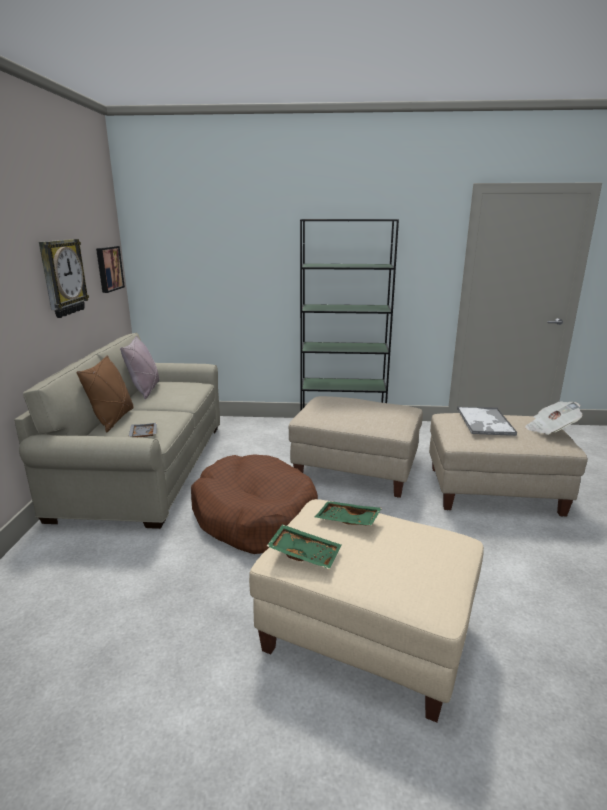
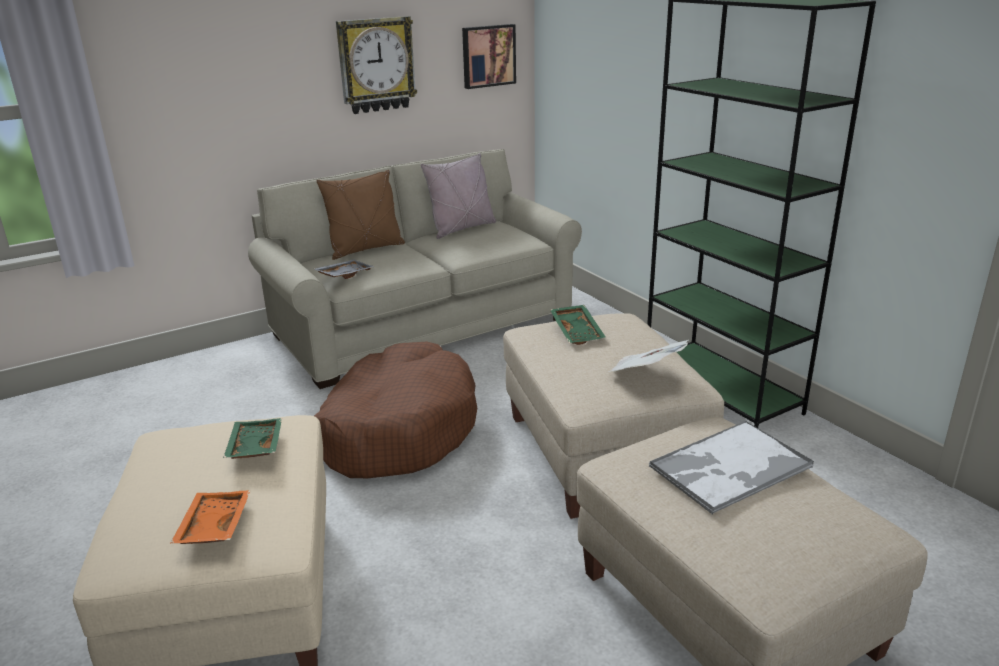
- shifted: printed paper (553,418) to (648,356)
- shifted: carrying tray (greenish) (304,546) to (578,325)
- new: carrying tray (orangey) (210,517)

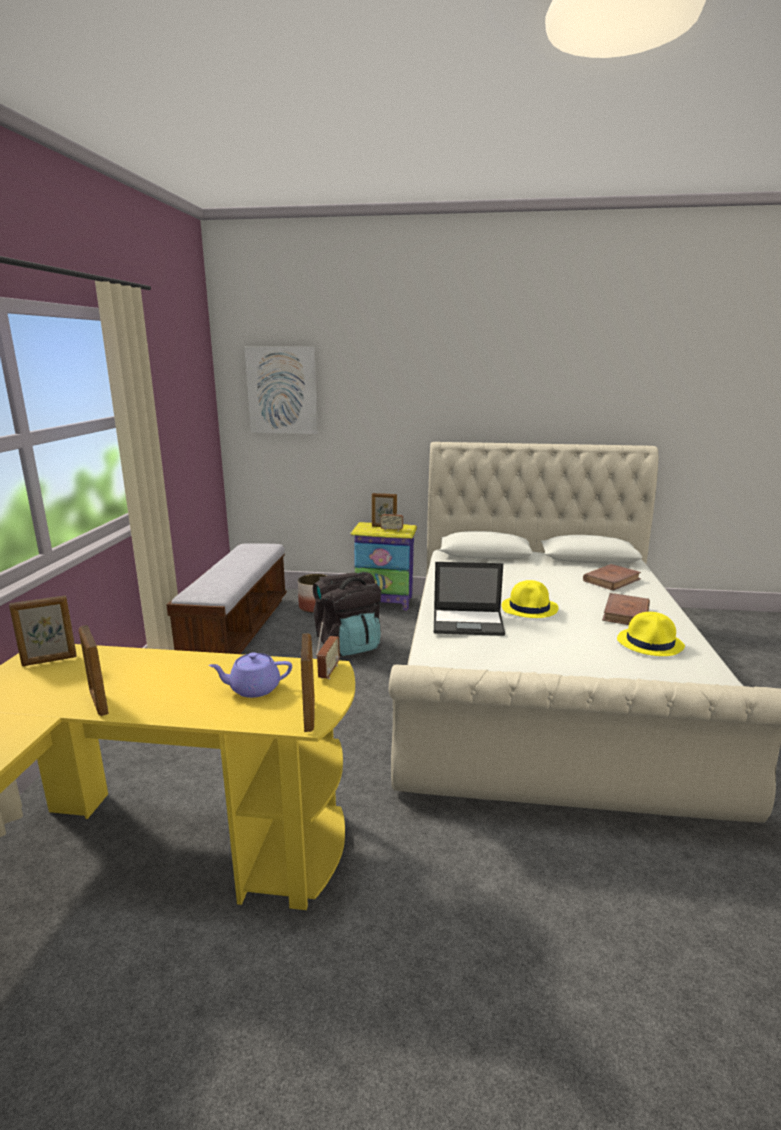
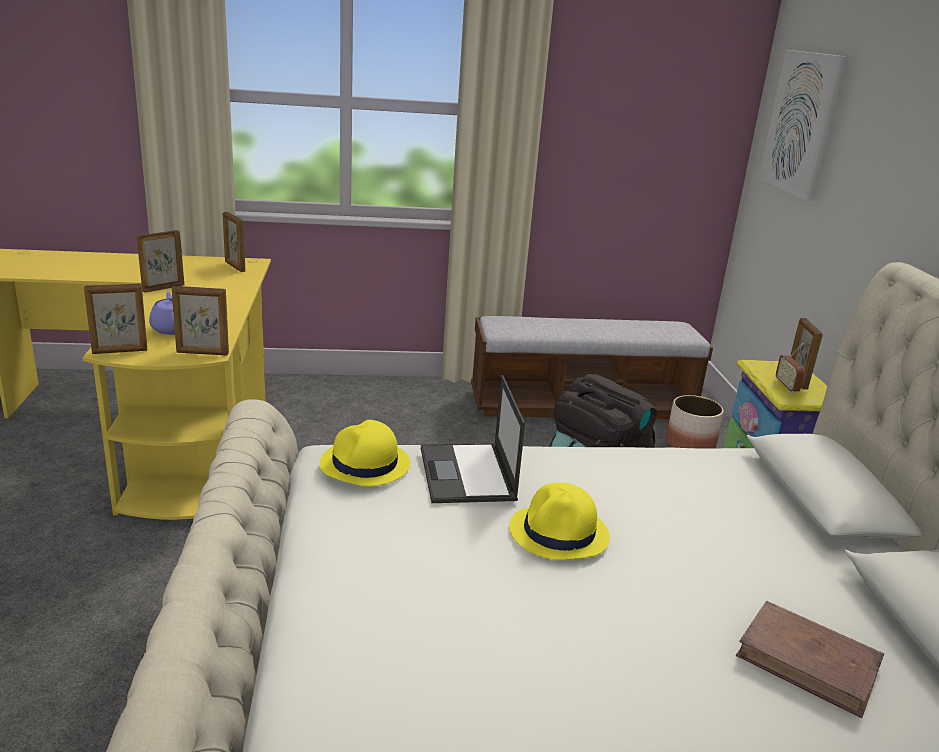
- gone: book (brownish) (626,609)
- shifted: wearable hat (yellow) (651,634) to (364,453)
- swapped: radio receiver (328,650) to picture frame (200,320)

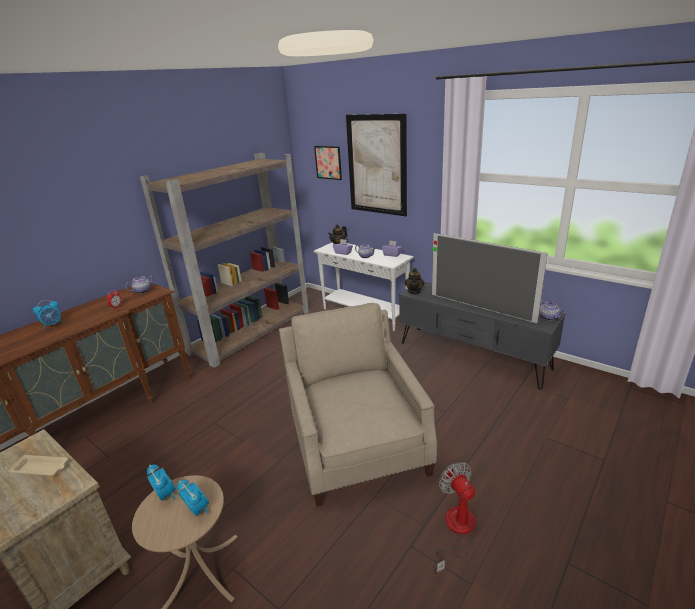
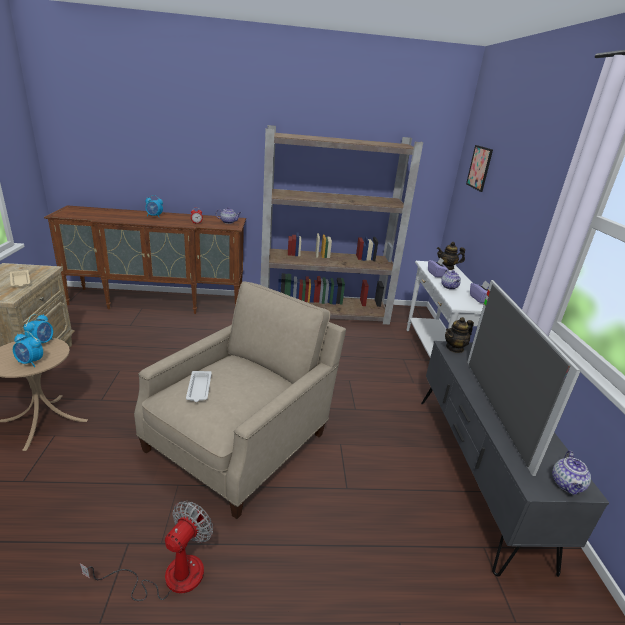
- gone: picture (376,165)
- rotated: bedside clock (193,498) = (28,349) 105 degrees clockwise
- new: carrying tray (white-coloured) (199,386)

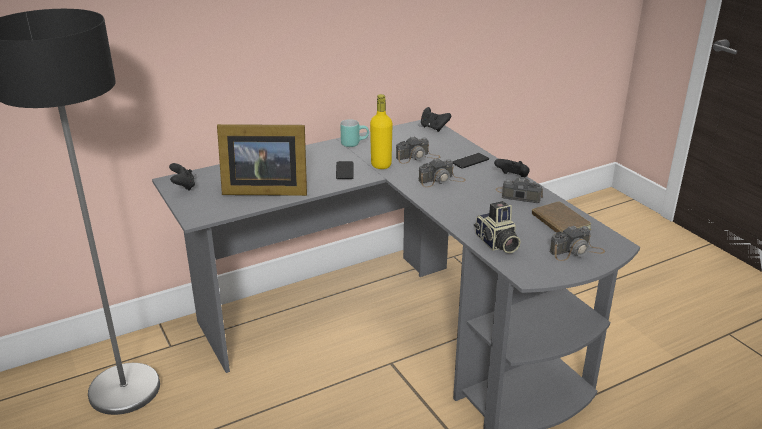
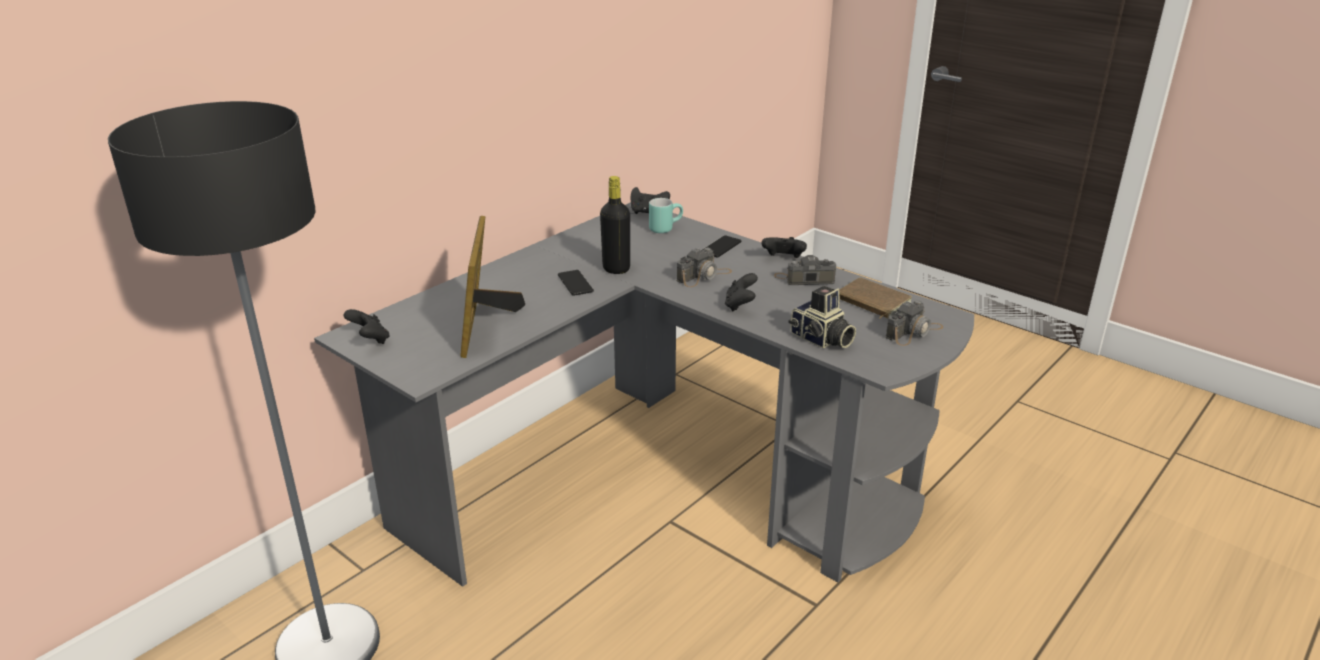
- repainted: drink bottle (yellow) (381,131) to drink bottle (black) (615,225)
- shifted: mug (turquoise-coloured) (354,133) to (666,215)
- rotated: picture frame (262,160) = (492,287) 105 degrees clockwise
- gone: still camera (418,150)
- new: game controller (black) (741,292)

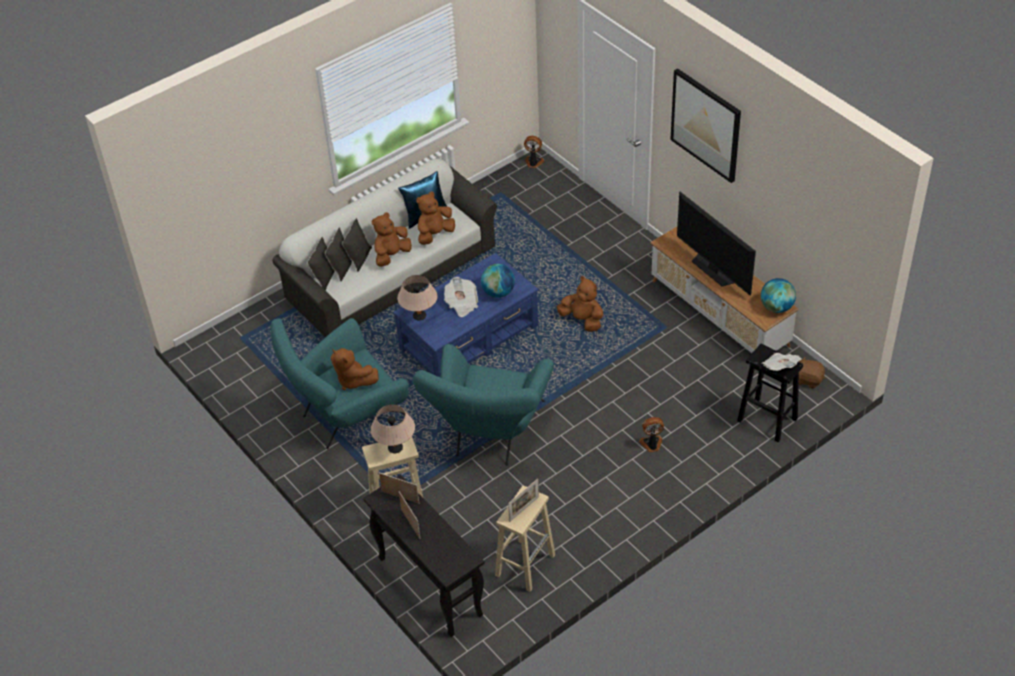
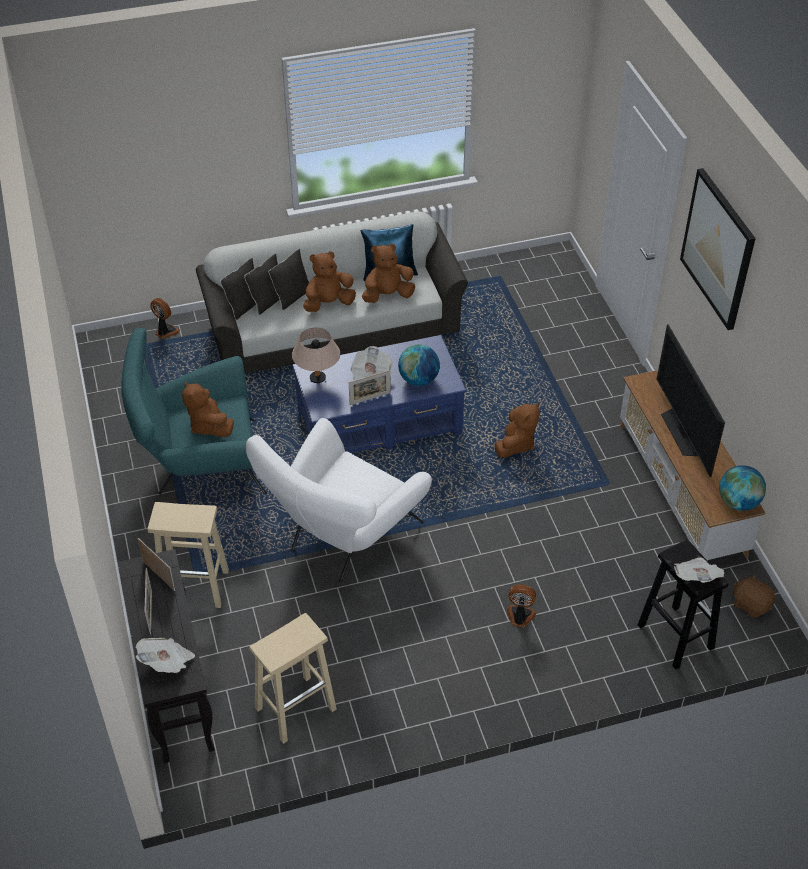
- shifted: cooling fan (534,152) to (165,318)
- rotated: cuddly toy (brownish) (580,304) = (517,429) 60 degrees clockwise
- repainted: lounge chair (turquoise-coloured) (483,405) to lounge chair (white-coloured) (339,500)
- gone: tabletop lamp (beige-coloured) (392,428)
- shifted: picture frame (523,500) to (370,387)
- new: printed paper (165,655)

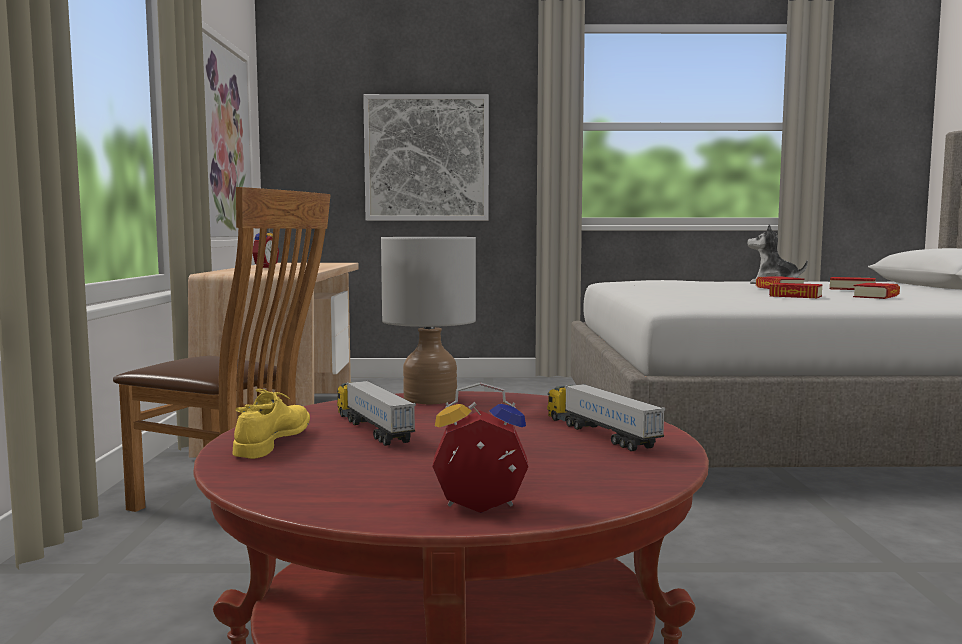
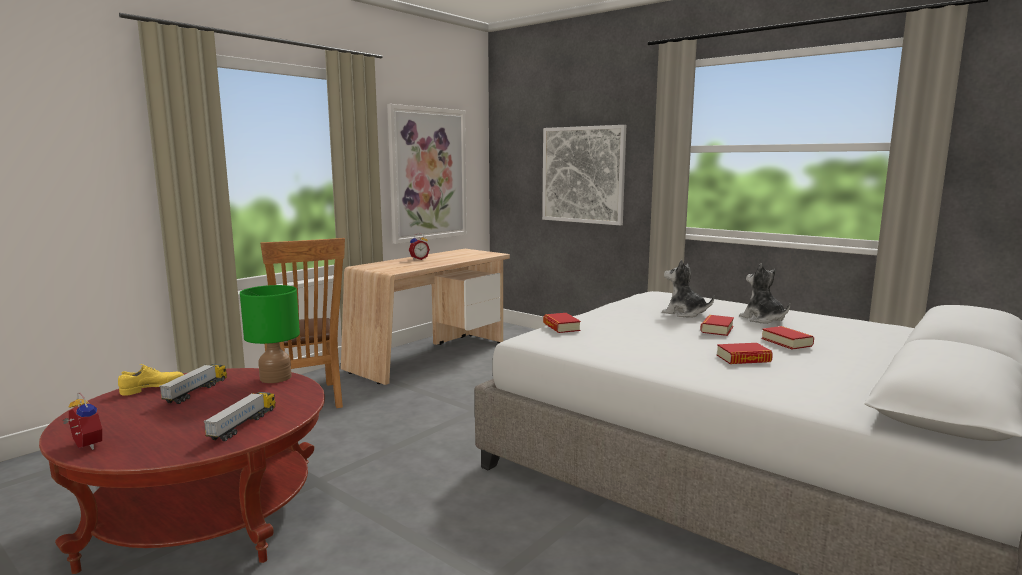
- repainted: tabletop lamp (gray) (428,320) to tabletop lamp (greenish) (270,334)
- shifted: book (796,290) to (562,323)
- new: cuddly toy (688,288)

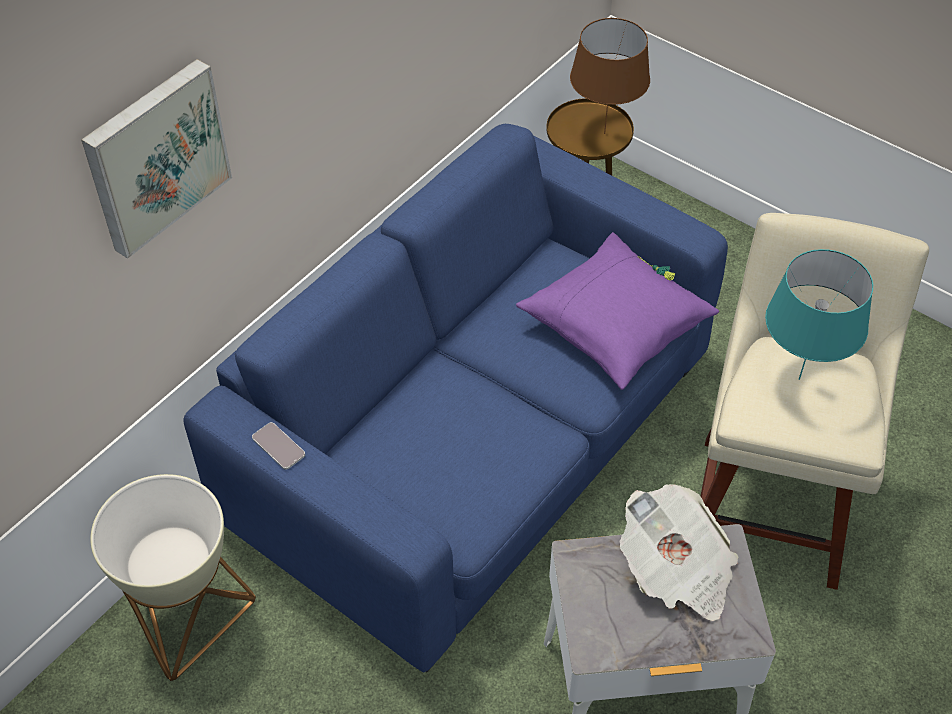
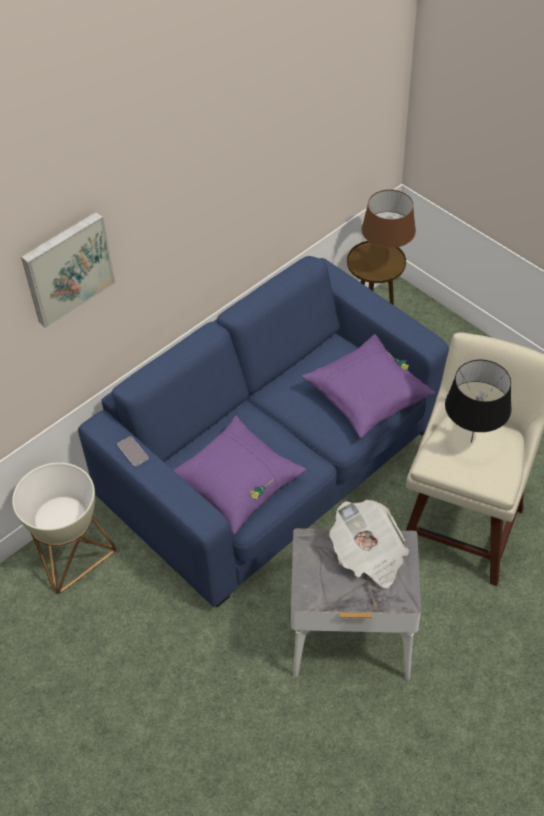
- repainted: tabletop lamp (turquoise-coloured) (819,314) to tabletop lamp (black) (478,401)
- new: cushion (purple-coloured) (240,475)

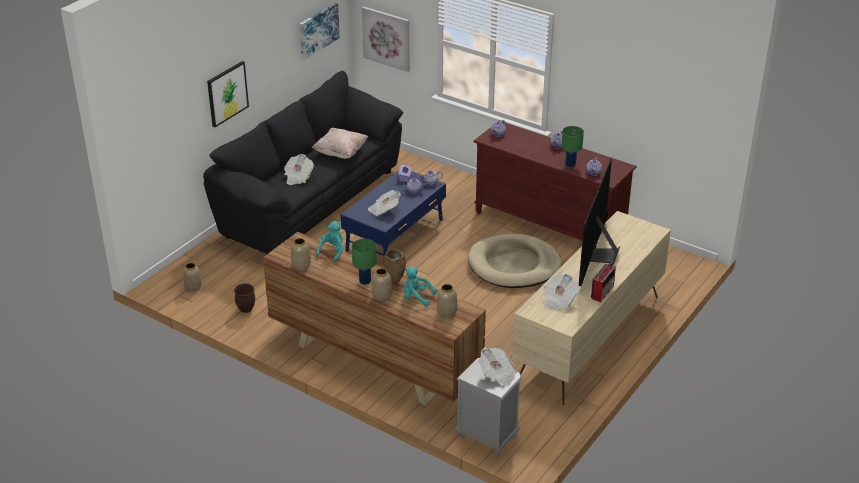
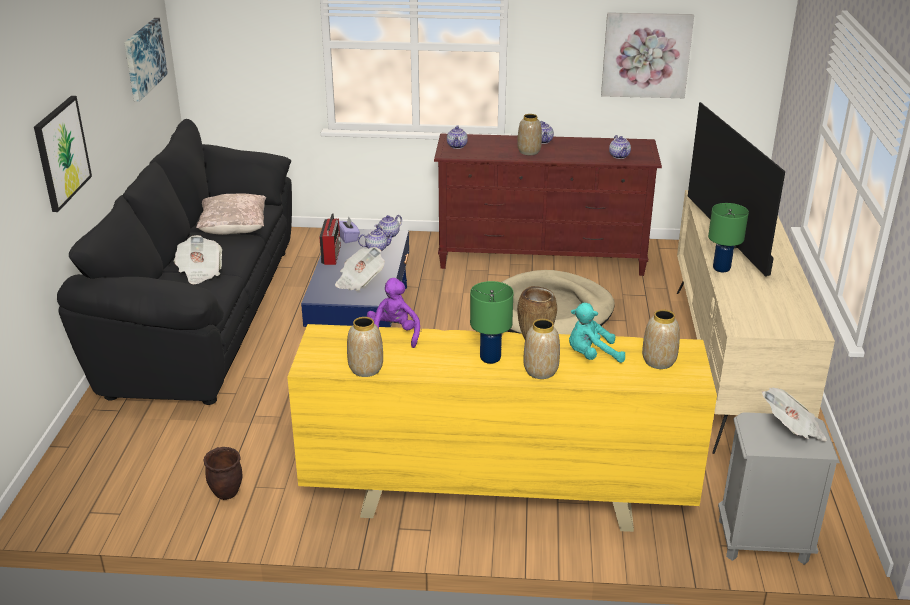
- shifted: picture (386,39) to (647,55)
- shifted: tabletop lamp (greenish) (573,146) to (728,238)
- repainted: cuddly toy (turquoise-coloured) (329,242) to cuddly toy (purple-coloured) (393,313)
- repainted: storage cabinet (brownish) (374,318) to storage cabinet (yellow) (502,428)
- shifted: radio receiver (603,281) to (330,239)
- shifted: decorative vase (192,277) to (529,134)
- gone: printed paper (561,292)

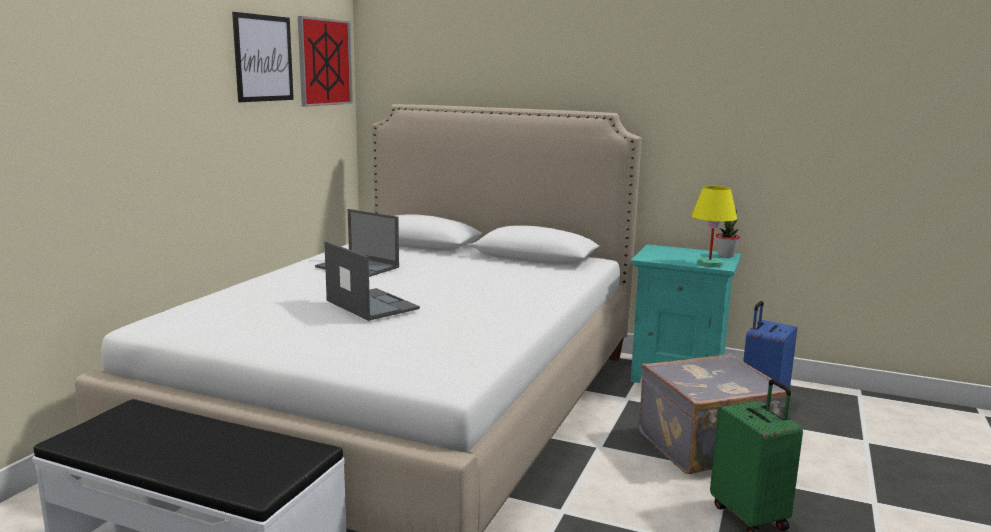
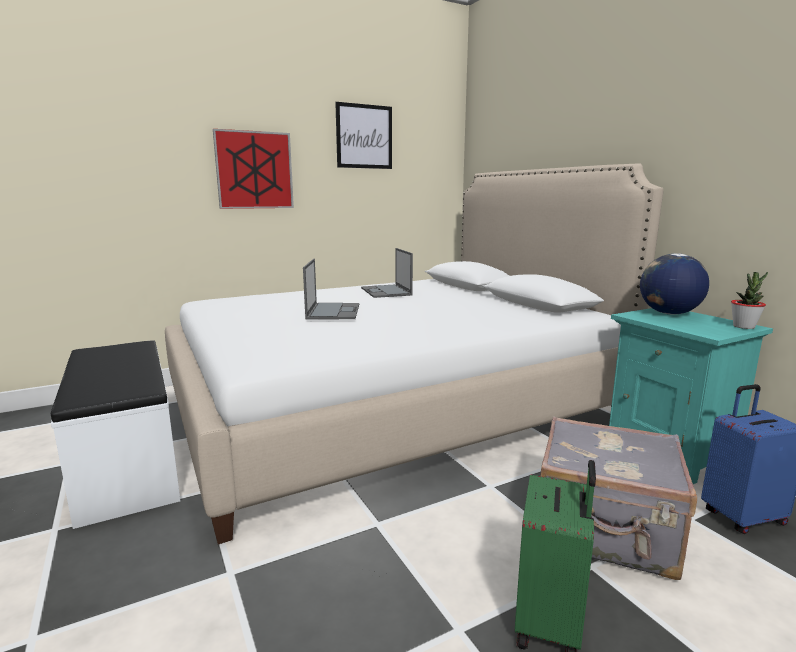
- shifted: picture (325,61) to (253,169)
- gone: tabletop lamp (yellow) (714,226)
- new: globe (674,284)

